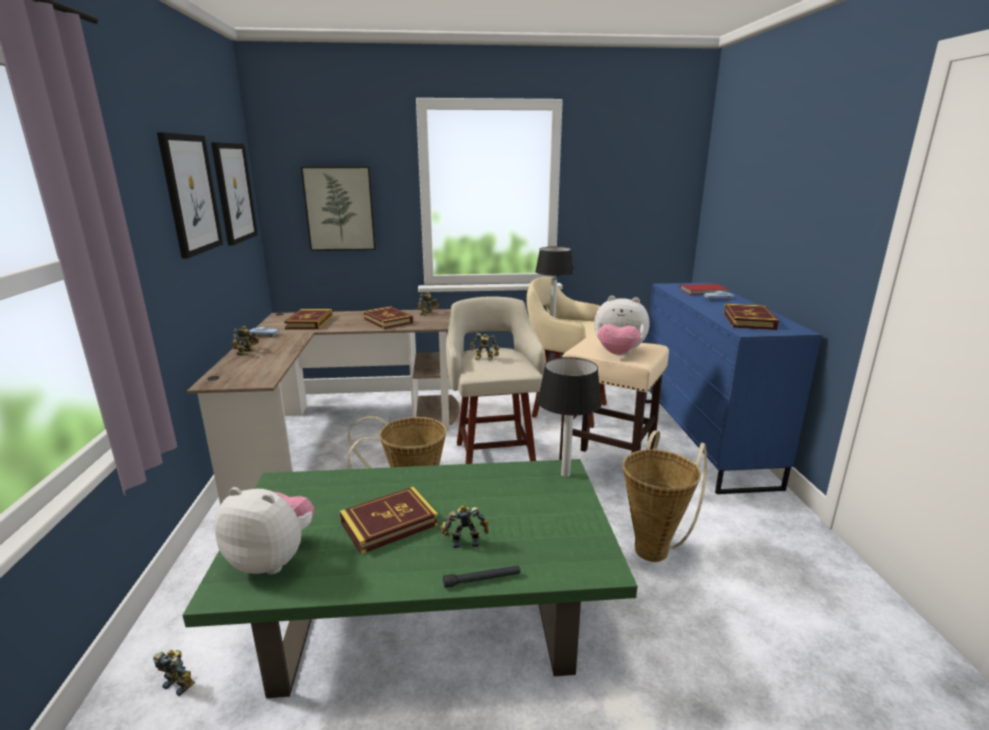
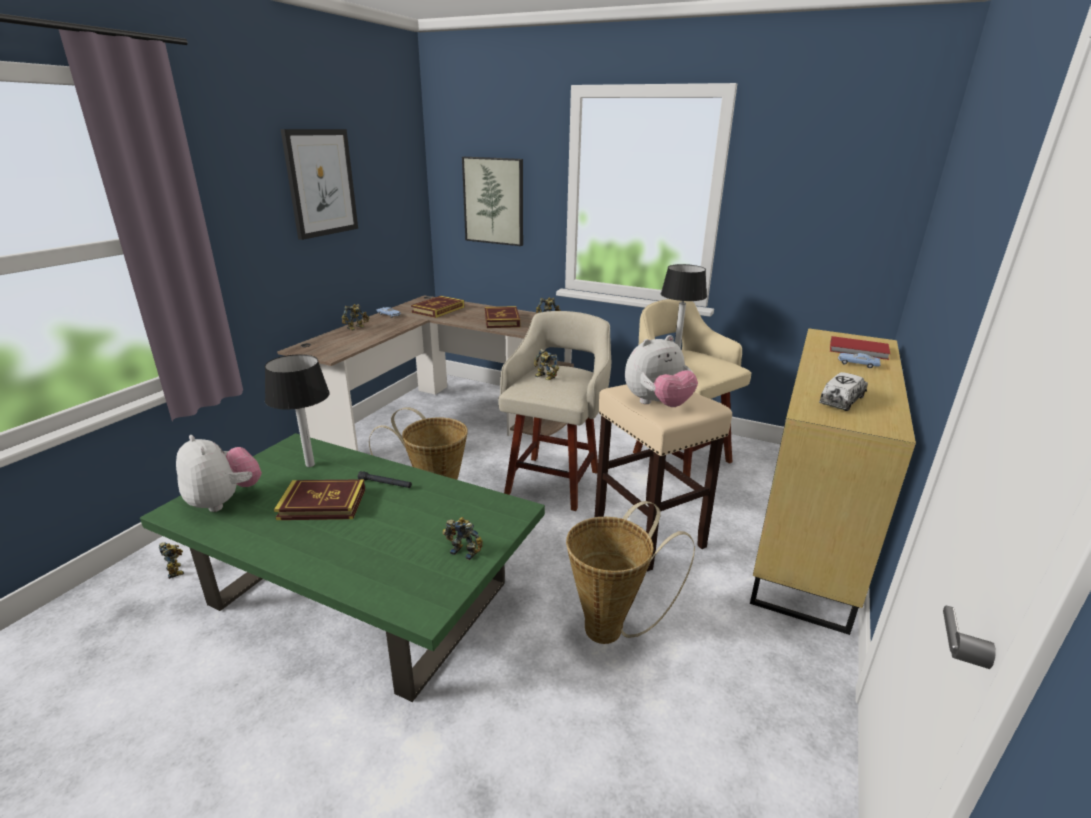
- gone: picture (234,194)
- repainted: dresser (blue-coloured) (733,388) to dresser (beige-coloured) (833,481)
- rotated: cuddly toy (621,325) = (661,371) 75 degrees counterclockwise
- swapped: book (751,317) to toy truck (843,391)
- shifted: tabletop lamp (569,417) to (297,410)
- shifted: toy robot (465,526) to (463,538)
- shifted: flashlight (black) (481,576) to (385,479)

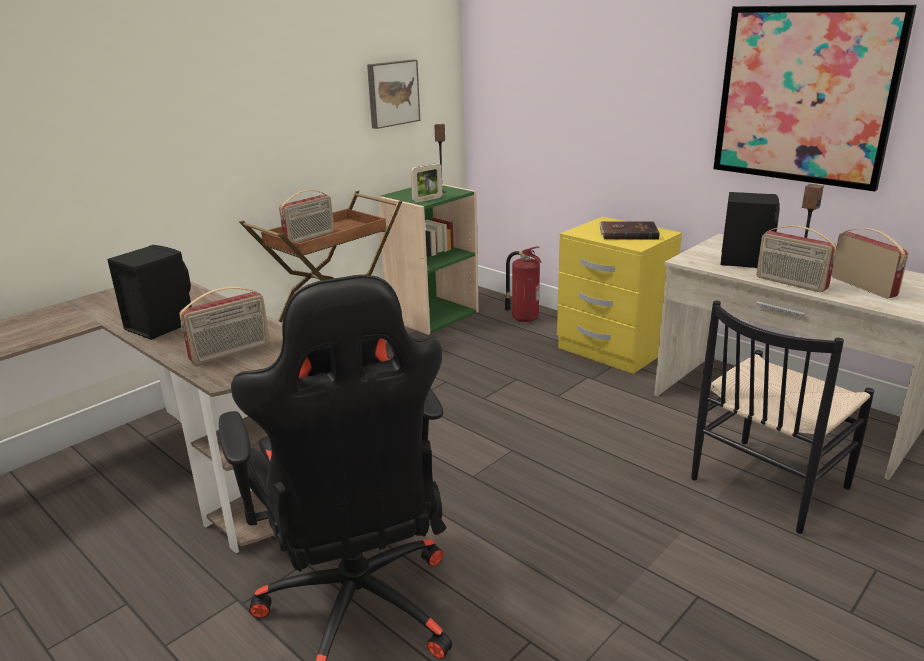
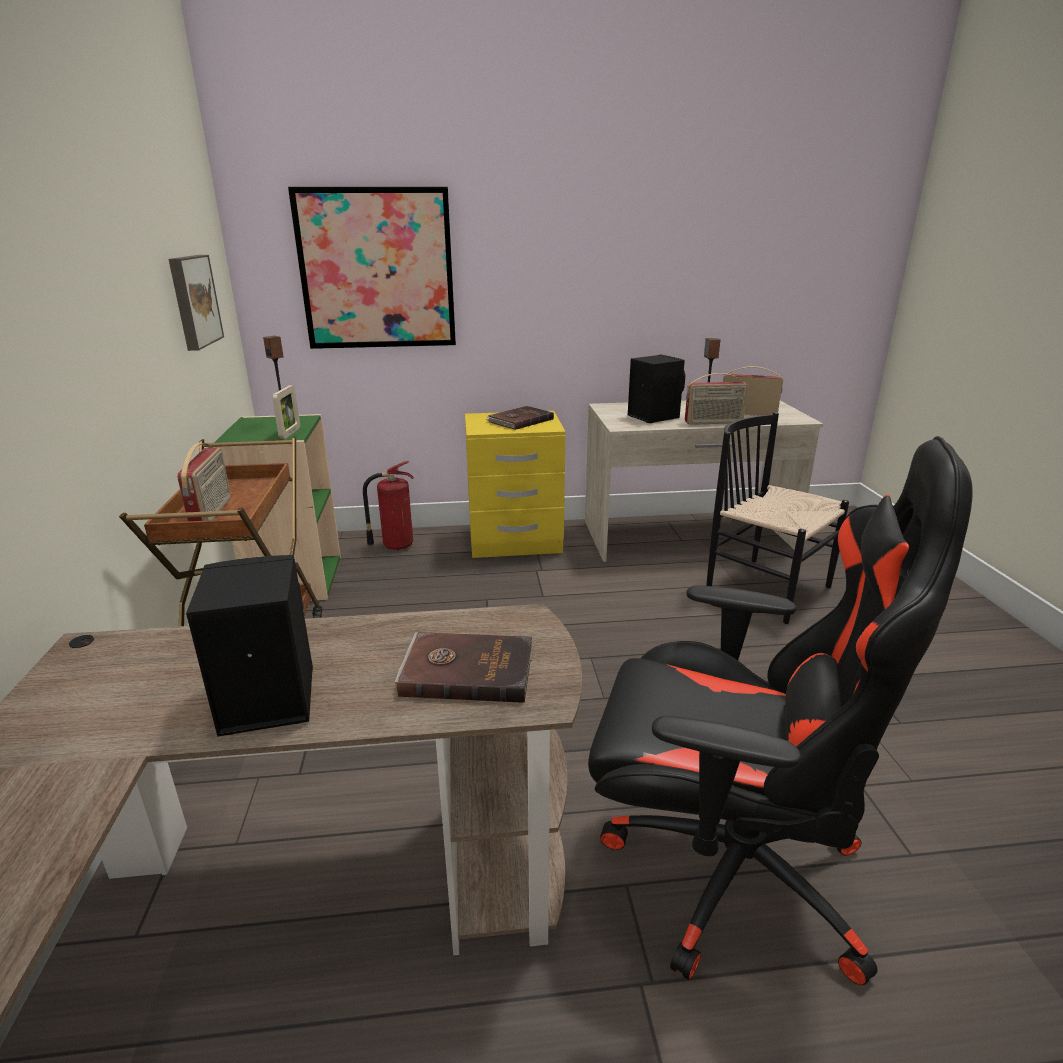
- shifted: picture (815,98) to (372,268)
- swapped: radio receiver (224,326) to book (brownish) (464,667)
- rotated: chair (black) (782,417) = (777,518) 135 degrees clockwise

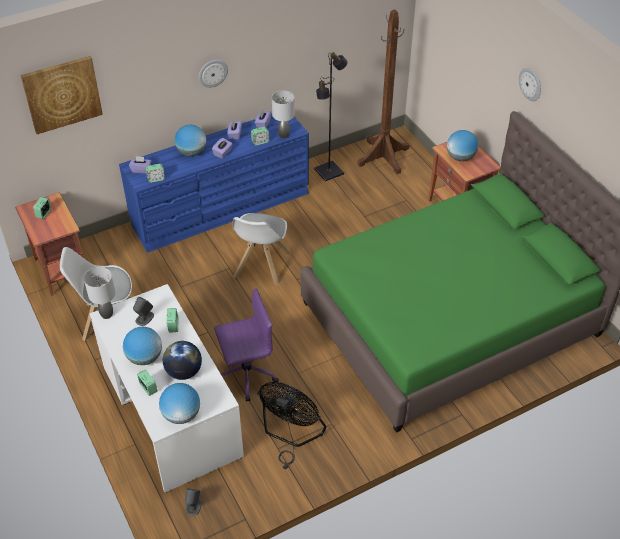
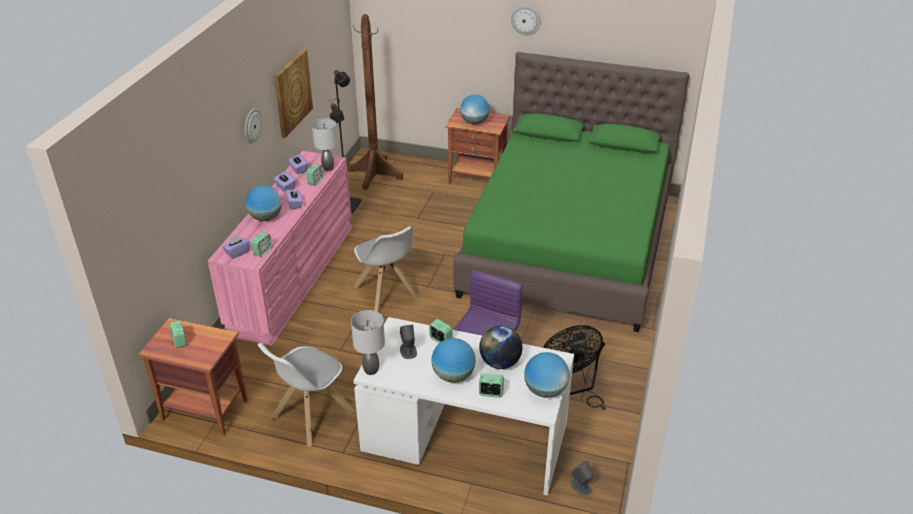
- shifted: picture (62,95) to (293,93)
- repainted: dresser (blue-coloured) (214,183) to dresser (pink-coloured) (280,248)

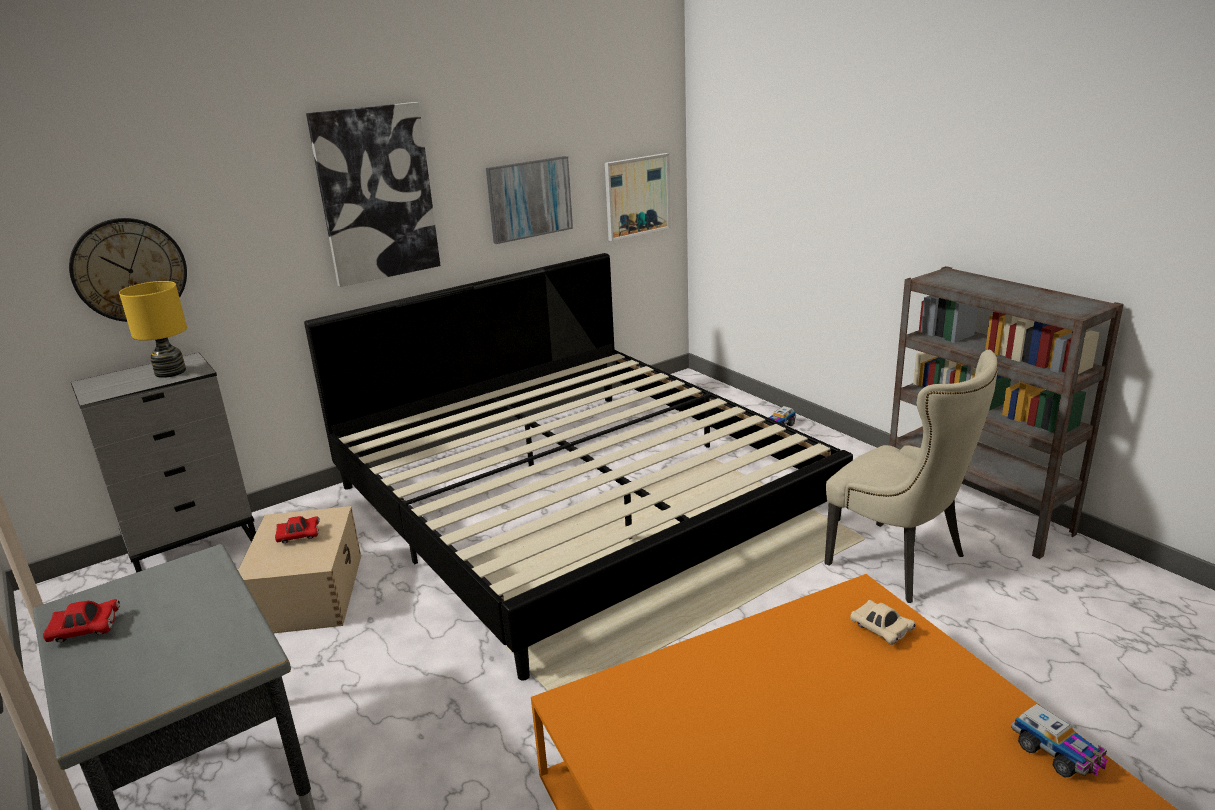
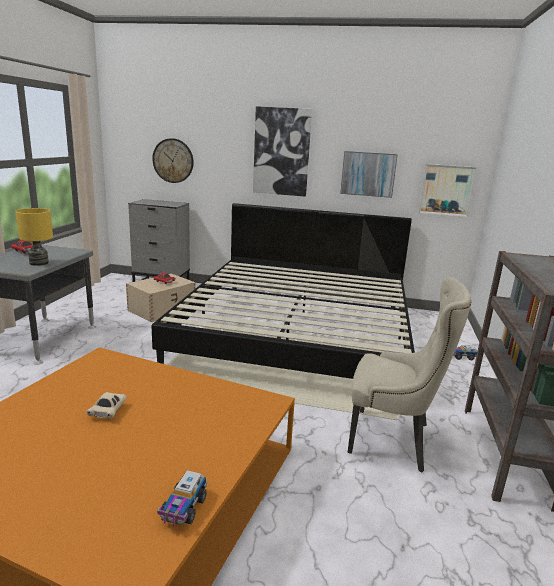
- shifted: tabletop lamp (yellow) (153,329) to (34,237)
- rotated: chair (beige-coloured) (911,476) = (409,375) 75 degrees counterclockwise
- shifted: model car (beige-coloured) (883,622) to (106,405)

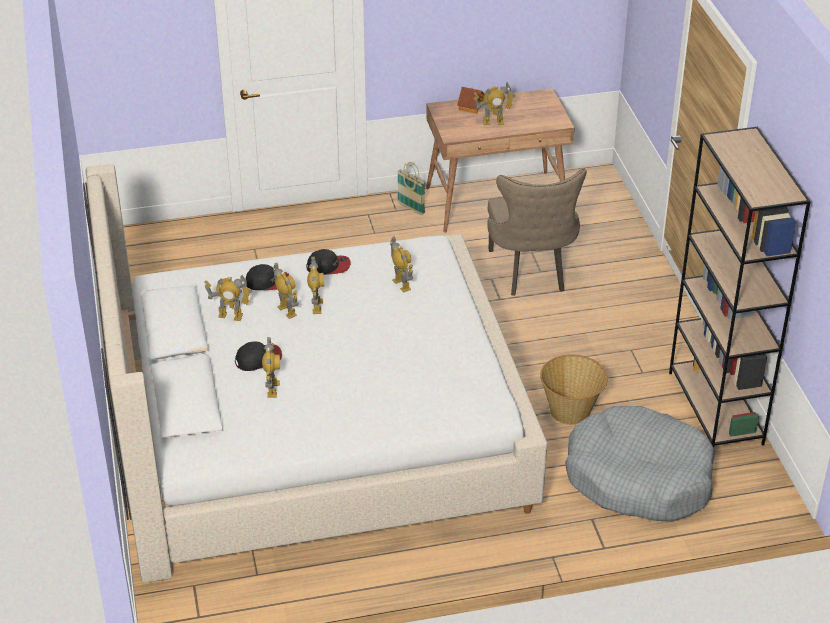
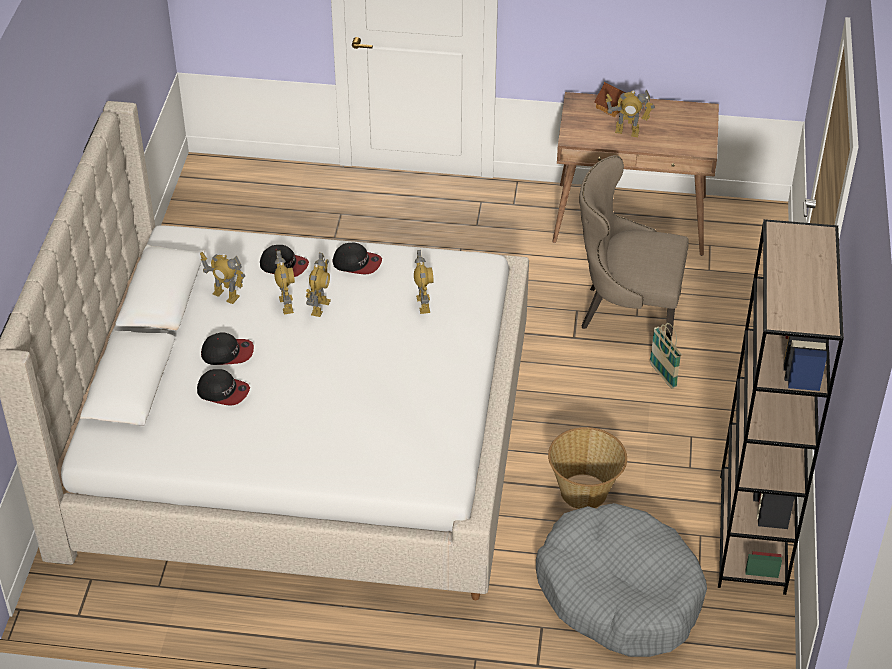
- shifted: storage basket (411,188) to (665,356)
- rotated: chair (beige-coloured) (537,232) = (634,248) 90 degrees clockwise
- swapped: toy robot (271,367) to baseball cap (223,387)

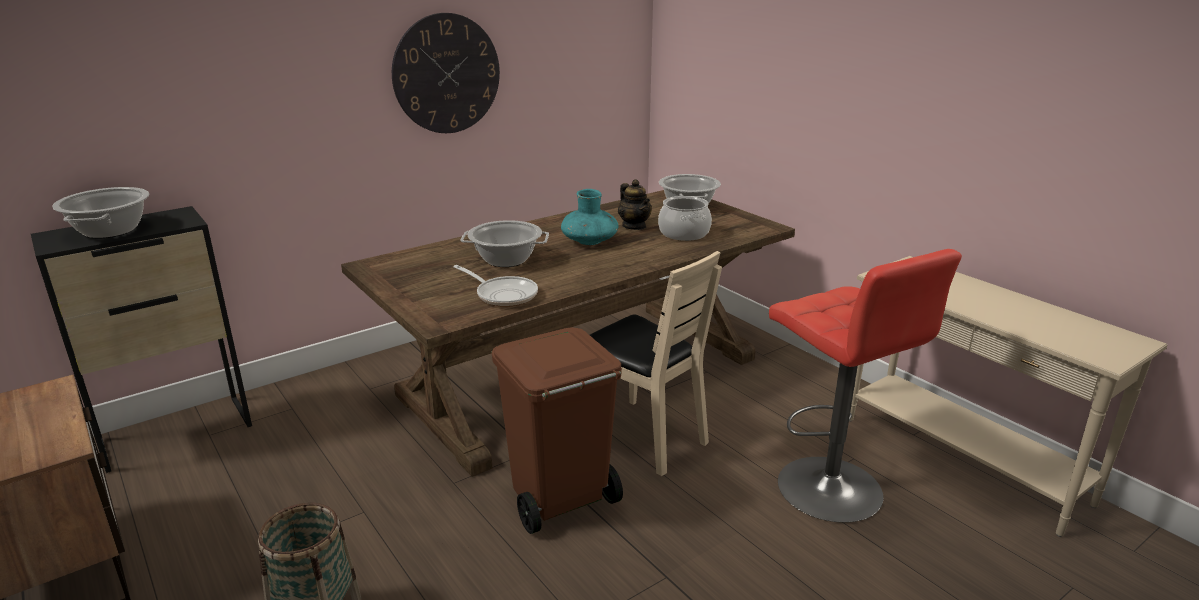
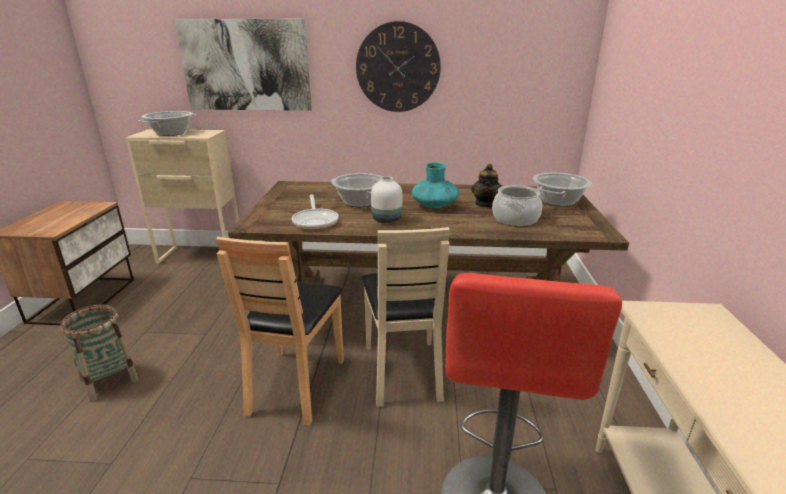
- repainted: storage cabinet (black) (141,339) to storage cabinet (beige-coloured) (182,196)
- swapped: trash can (brownish) (557,430) to chair (brownish) (280,331)
- new: picture (243,65)
- new: decorative vase (white-coloured) (386,199)

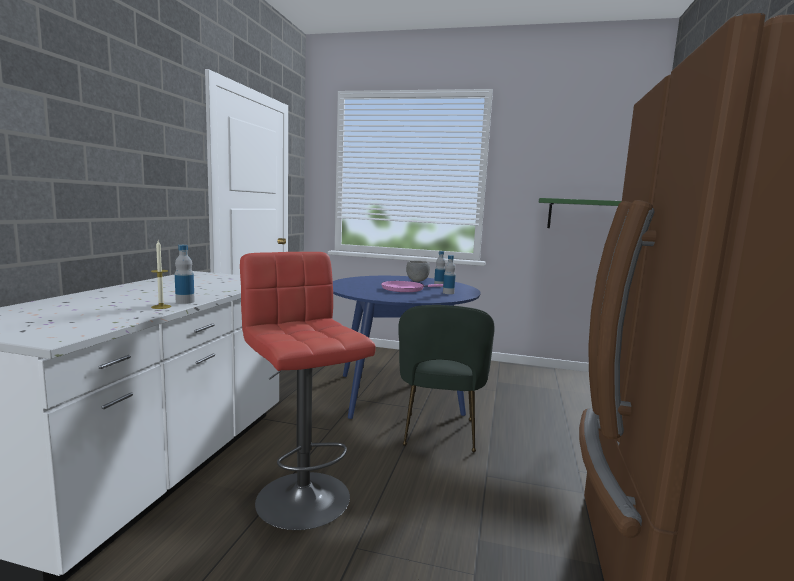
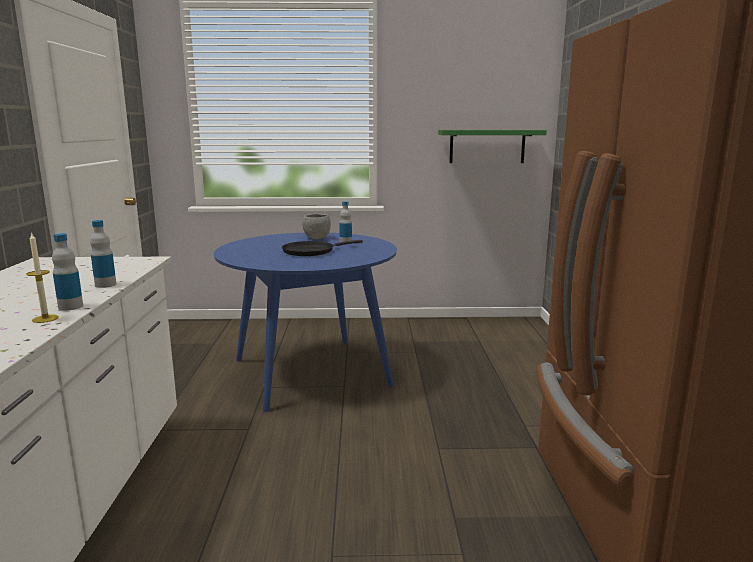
- gone: stool seat (reddish) (308,391)
- shifted: drink bottle (449,274) to (103,254)
- repainted: frying pan (pink-coloured) (412,286) to frying pan (black) (322,248)
- gone: chair (greenish) (446,378)

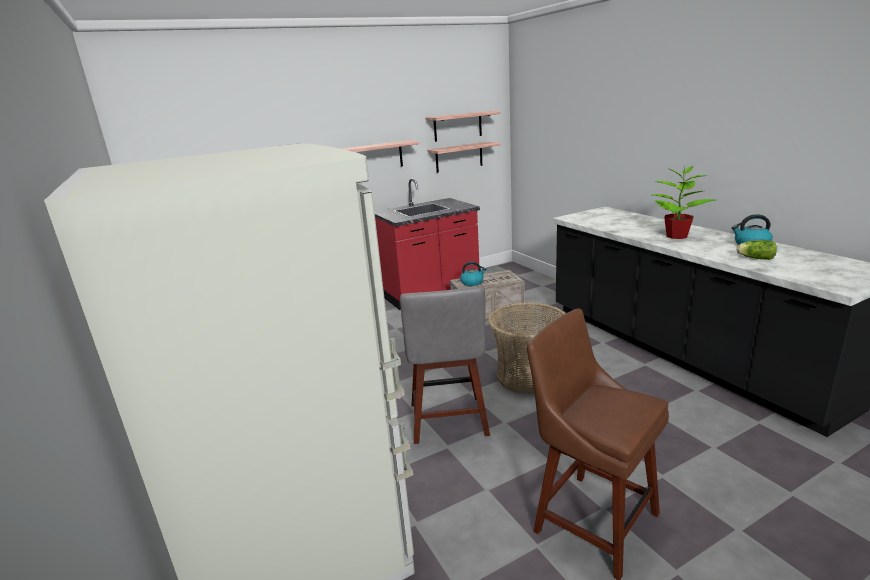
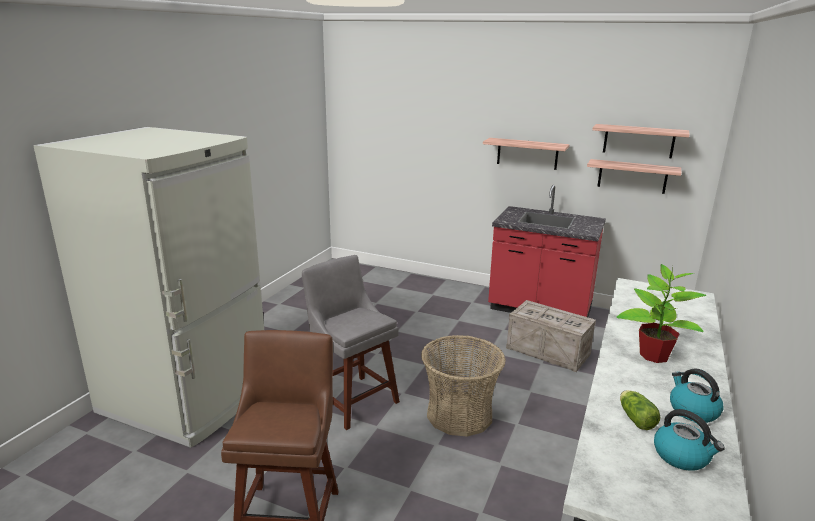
- shifted: water kettle (473,273) to (689,440)
- rotated: chair (gray) (445,365) = (351,342) 90 degrees clockwise

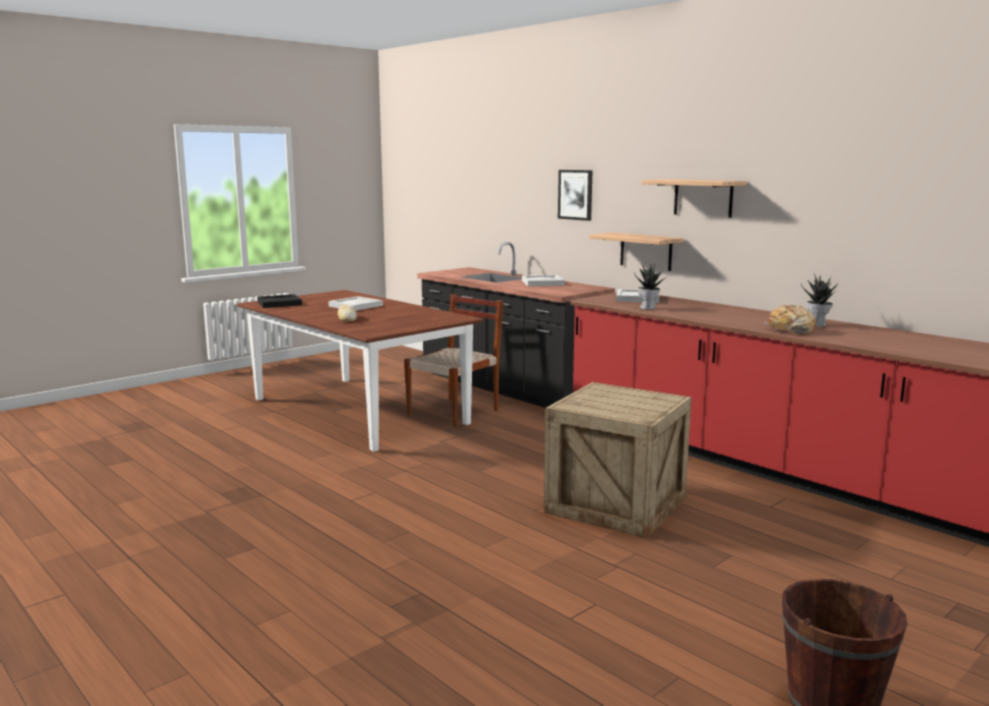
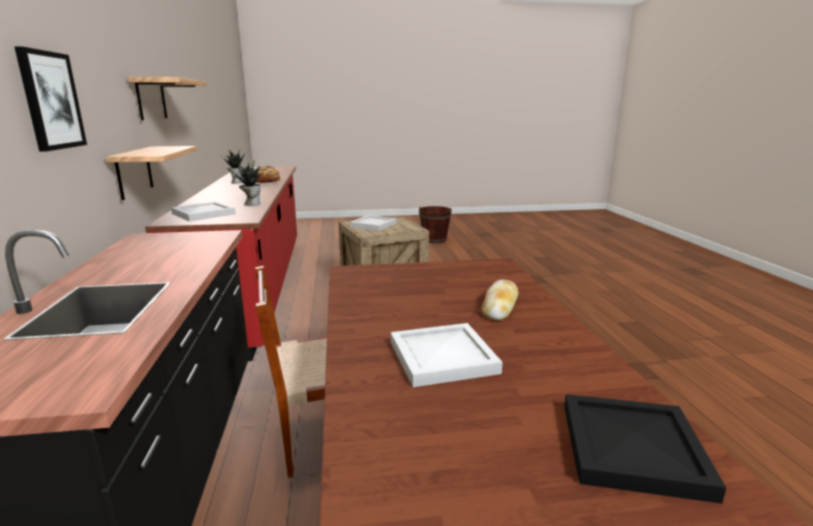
- shifted: carrying tray (white-coloured) (543,280) to (373,223)

